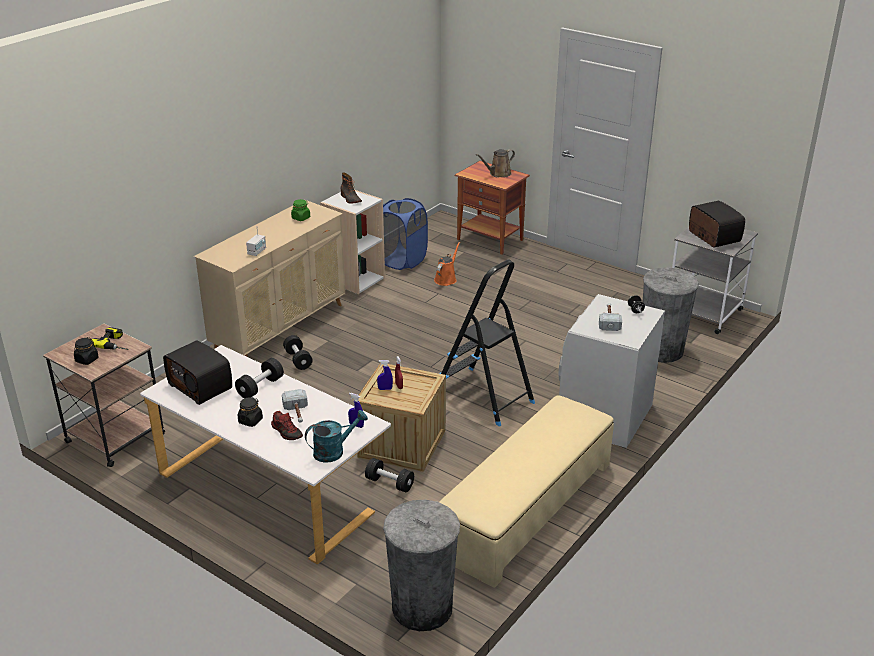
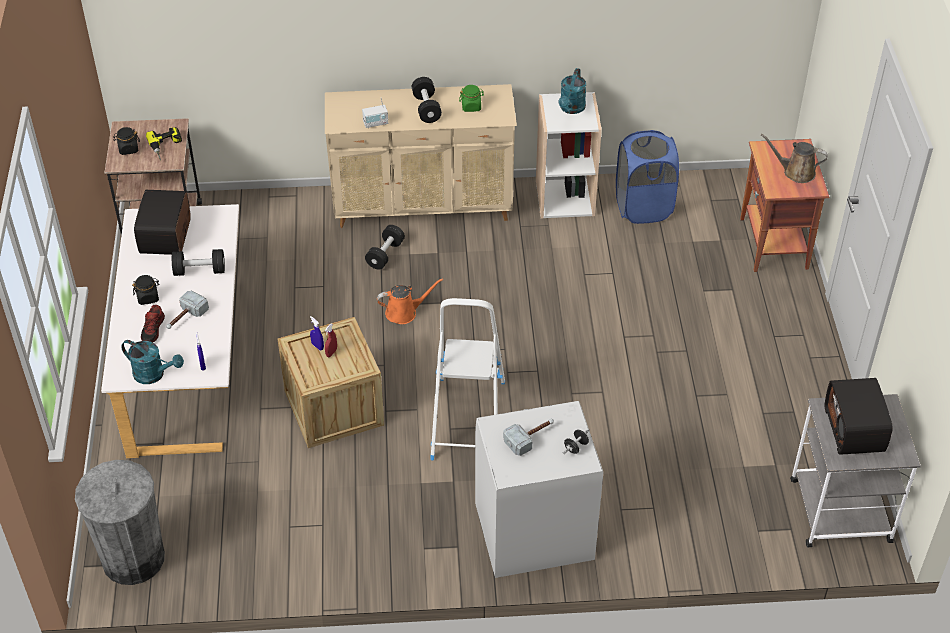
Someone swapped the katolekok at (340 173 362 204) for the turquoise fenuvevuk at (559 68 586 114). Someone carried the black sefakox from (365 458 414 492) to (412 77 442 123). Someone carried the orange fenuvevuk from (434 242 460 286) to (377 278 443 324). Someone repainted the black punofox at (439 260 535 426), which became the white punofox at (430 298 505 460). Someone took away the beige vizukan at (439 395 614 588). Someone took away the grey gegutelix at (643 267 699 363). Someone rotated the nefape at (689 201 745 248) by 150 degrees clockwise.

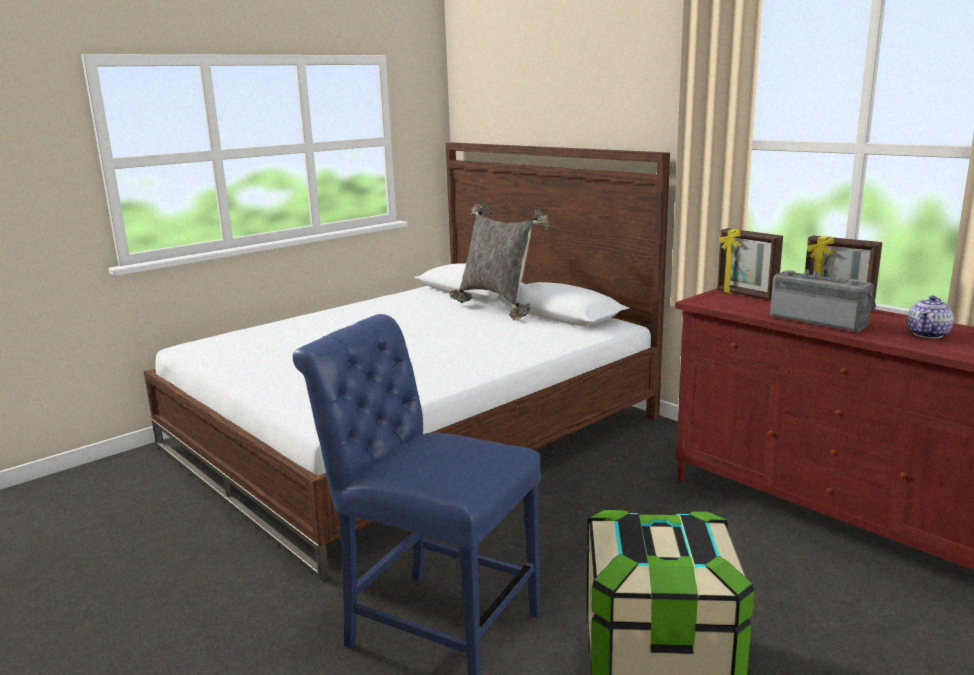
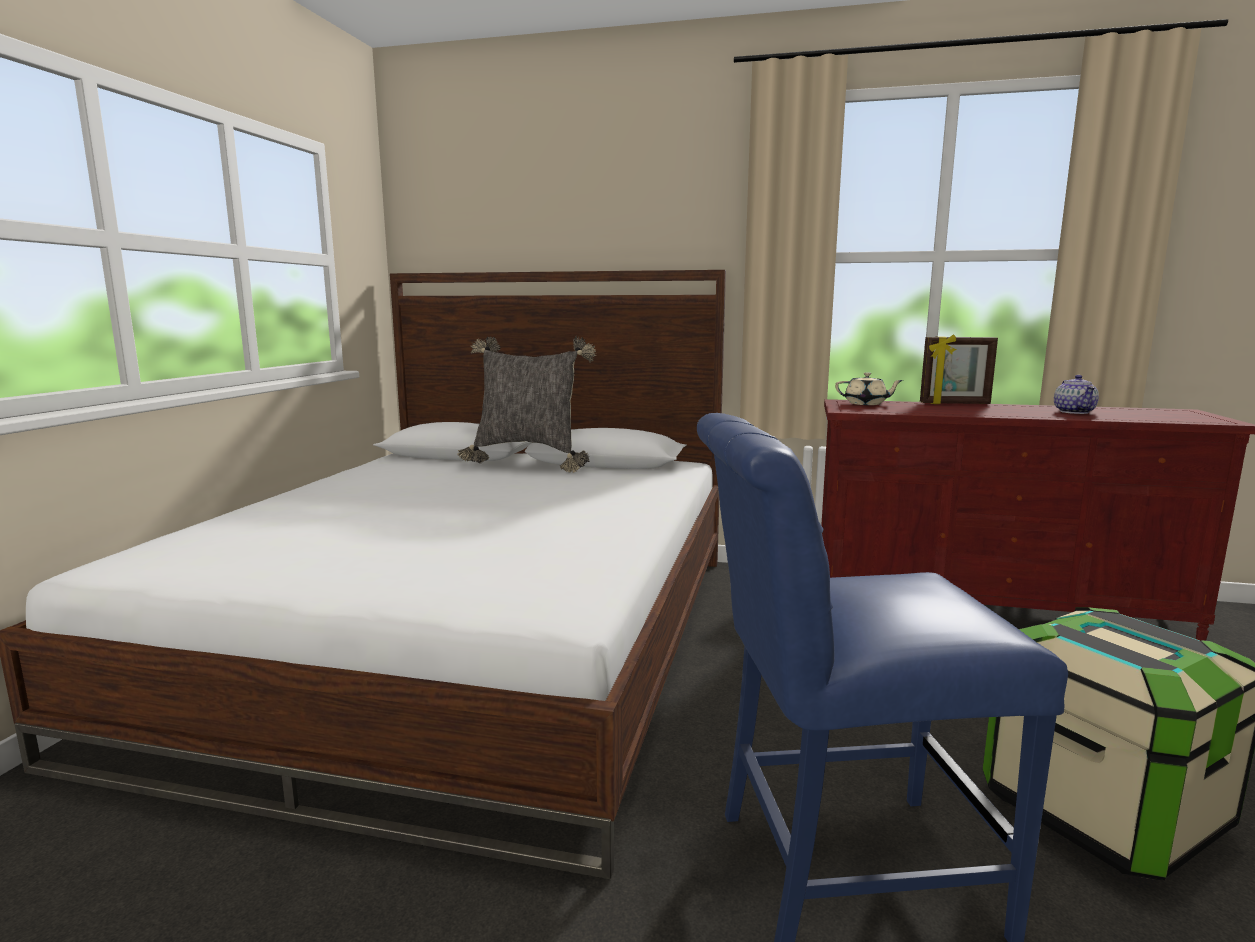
Someone swapped the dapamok at (717 228 783 301) for the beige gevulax at (835 372 903 405). Someone took away the nefape at (770 269 876 332).

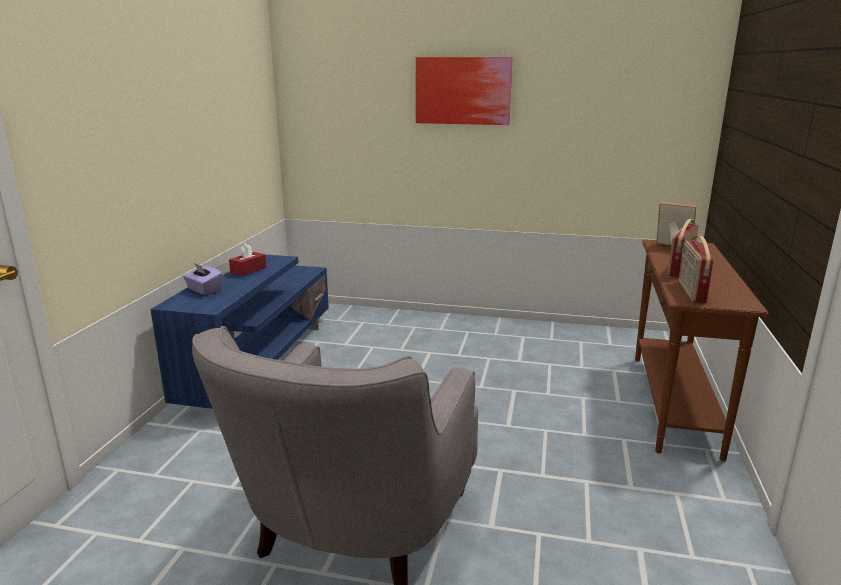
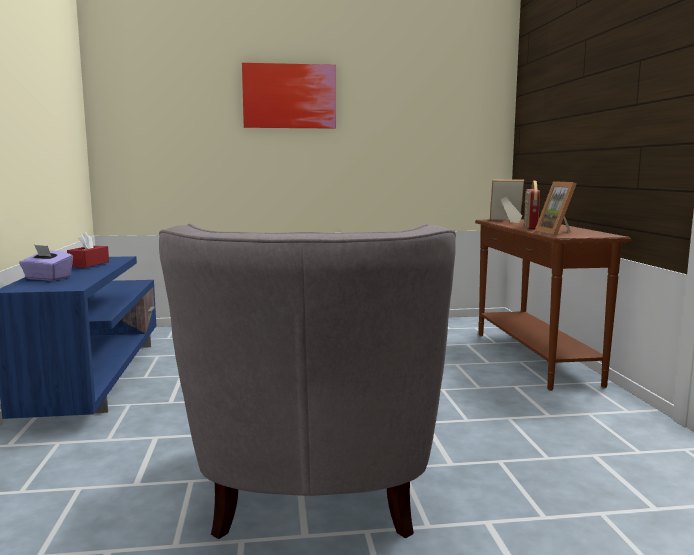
Someone swapped the nefape at (678 236 714 303) for the dapamok at (535 181 577 236).

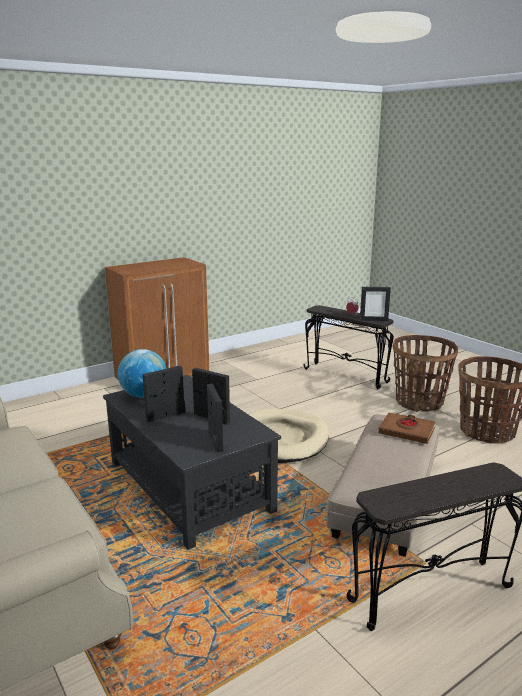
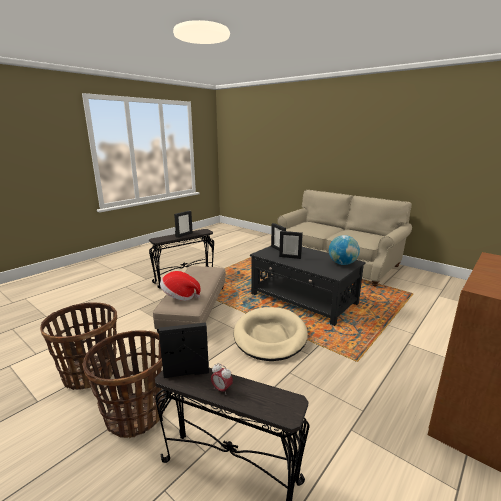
Someone carried the dapamok from (143 366 185 422) to (174 211 193 238). Someone swapped the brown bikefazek at (378 413 436 444) for the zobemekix at (160 271 201 301).

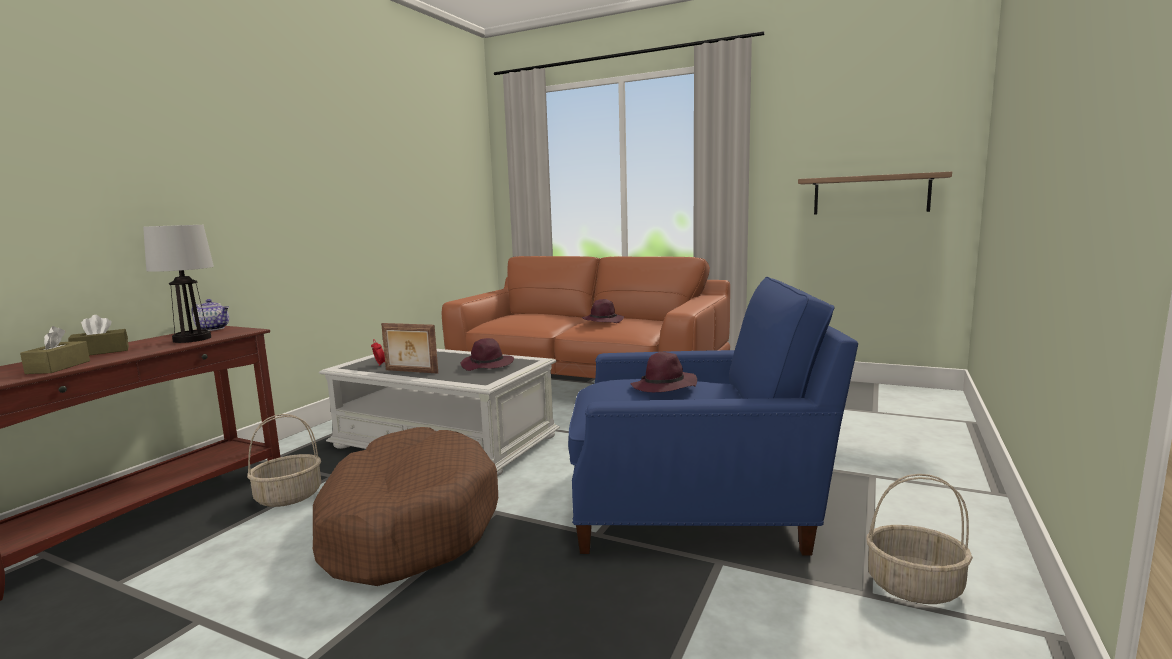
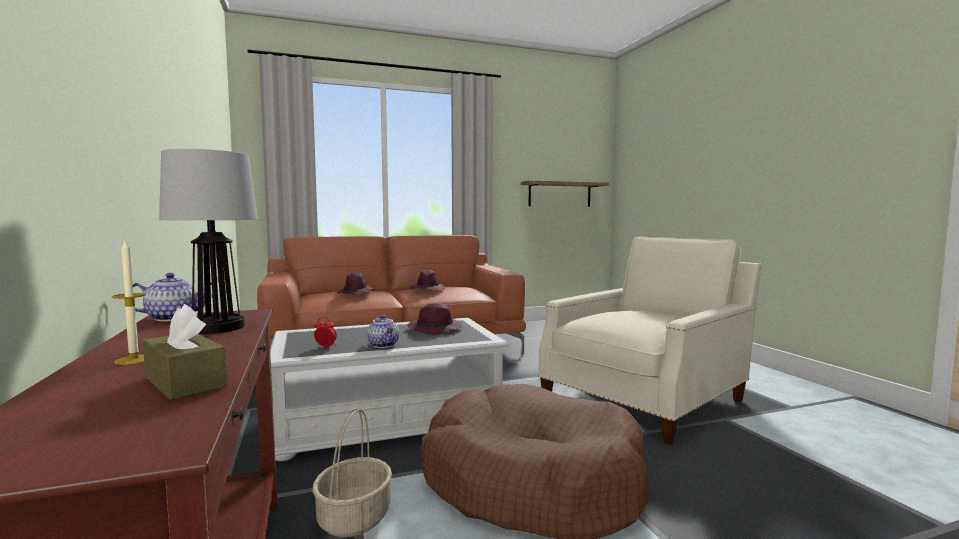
Someone swapped the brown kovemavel at (68 315 129 355) for the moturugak at (112 241 146 365). Someone swapped the dapamok at (381 323 438 374) for the gevulax at (367 315 399 348). Someone repainted the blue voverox at (568 277 858 556), which became the beige voverox at (538 236 762 445). Someone carried the purple zobemekix from (630 352 697 392) to (337 273 375 294). Someone took away the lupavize at (866 474 973 604).

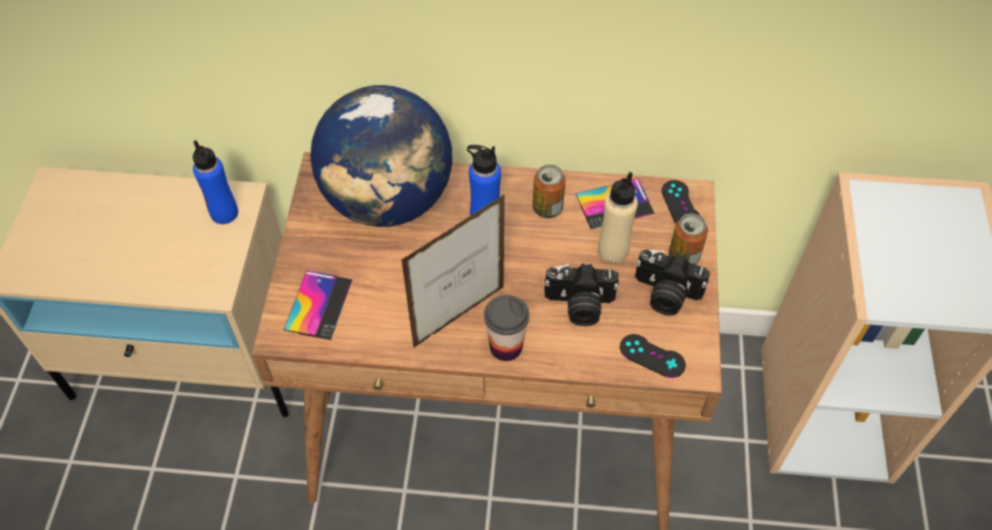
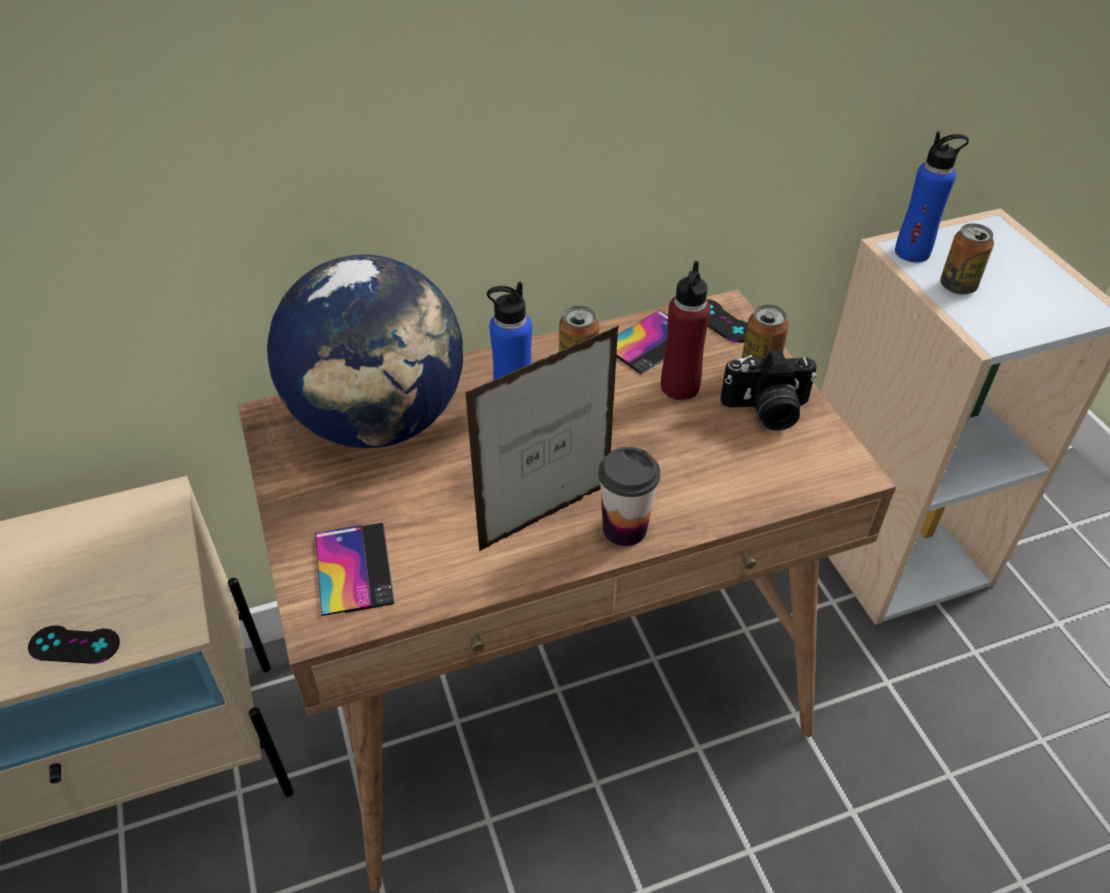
Someone carried the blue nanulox from (193 140 238 224) to (895 131 969 262). Someone rotated the dapamok at (401 194 505 348) by 150 degrees counterclockwise. Someone took away the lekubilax at (544 263 619 326). Someone repainted the beige nanulox at (598 172 638 263), which became the red nanulox at (661 261 711 400). Someone carried the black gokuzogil from (620 334 686 378) to (28 625 120 664). Someone put down the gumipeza at (940 223 994 295).

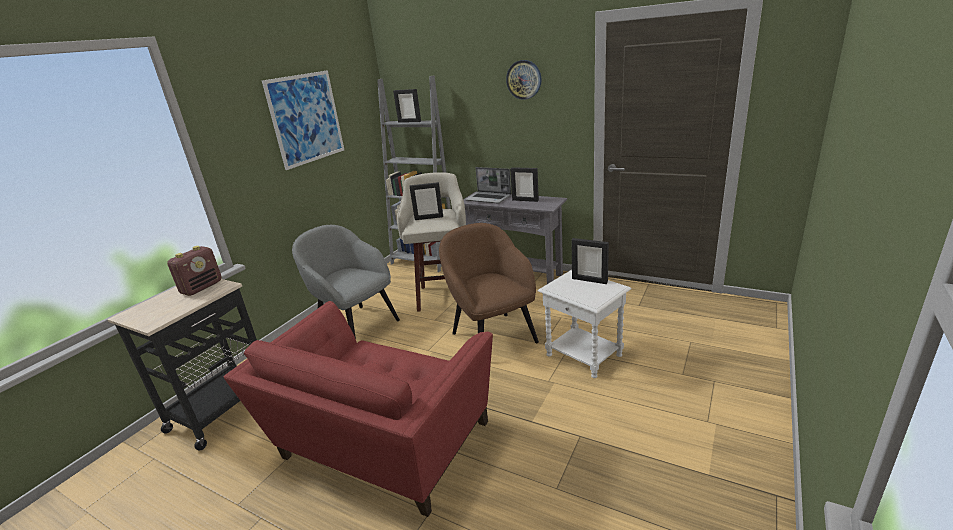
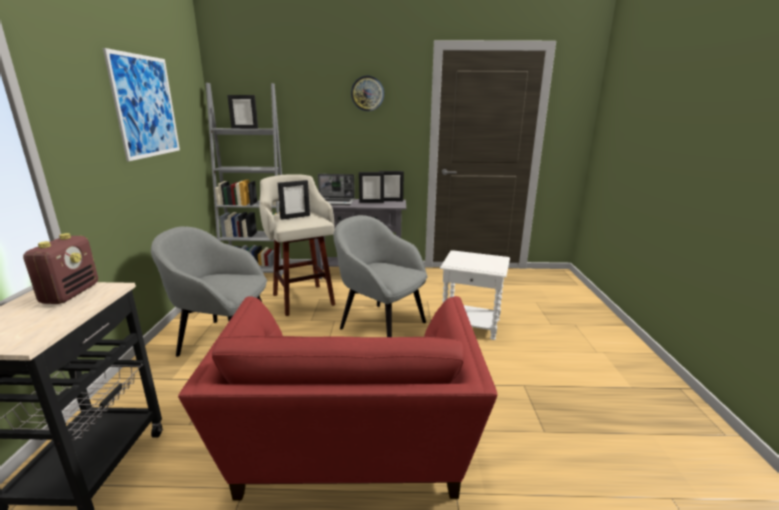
Someone repainted the brown voverox at (439 223 539 343), which became the grey voverox at (333 215 427 337). Someone carried the dapamok from (572 238 609 284) to (379 171 404 201).

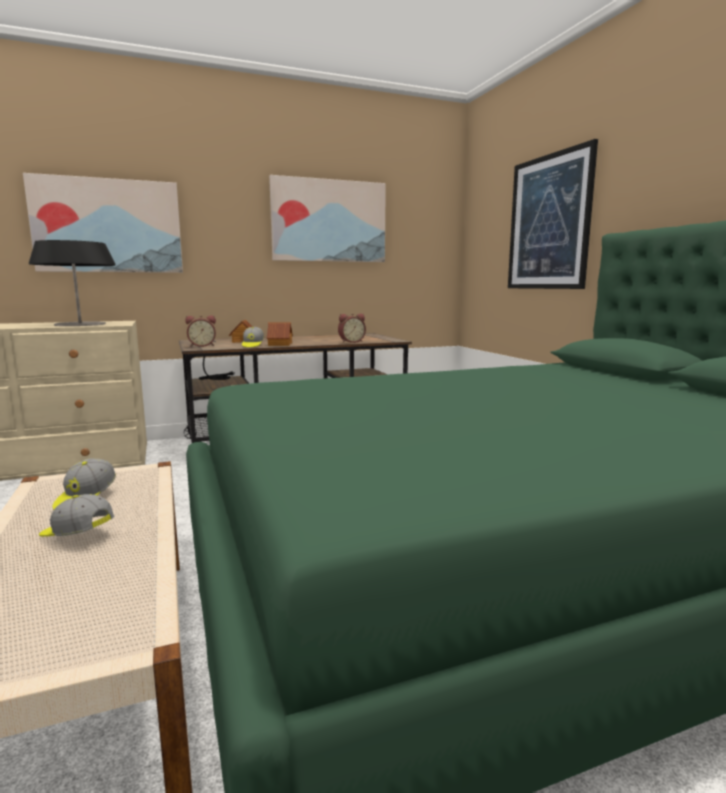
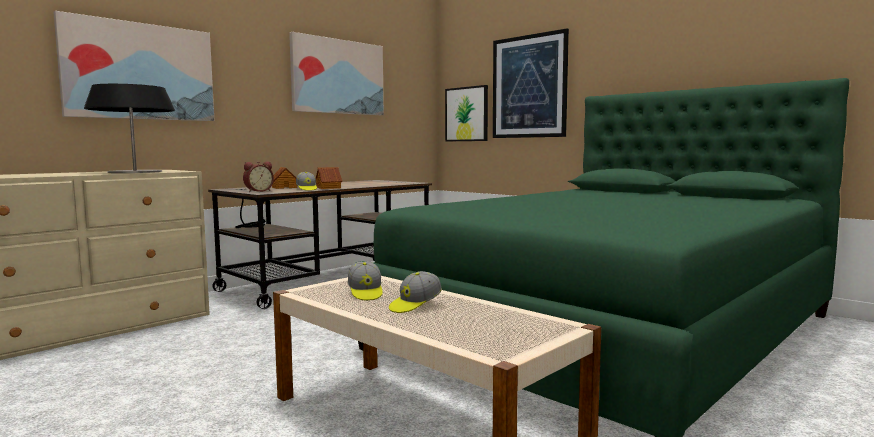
Someone rotated the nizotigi at (39 494 114 537) by 45 degrees counterclockwise. Someone took away the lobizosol at (338 313 366 343). Someone put up the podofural at (445 85 488 141).

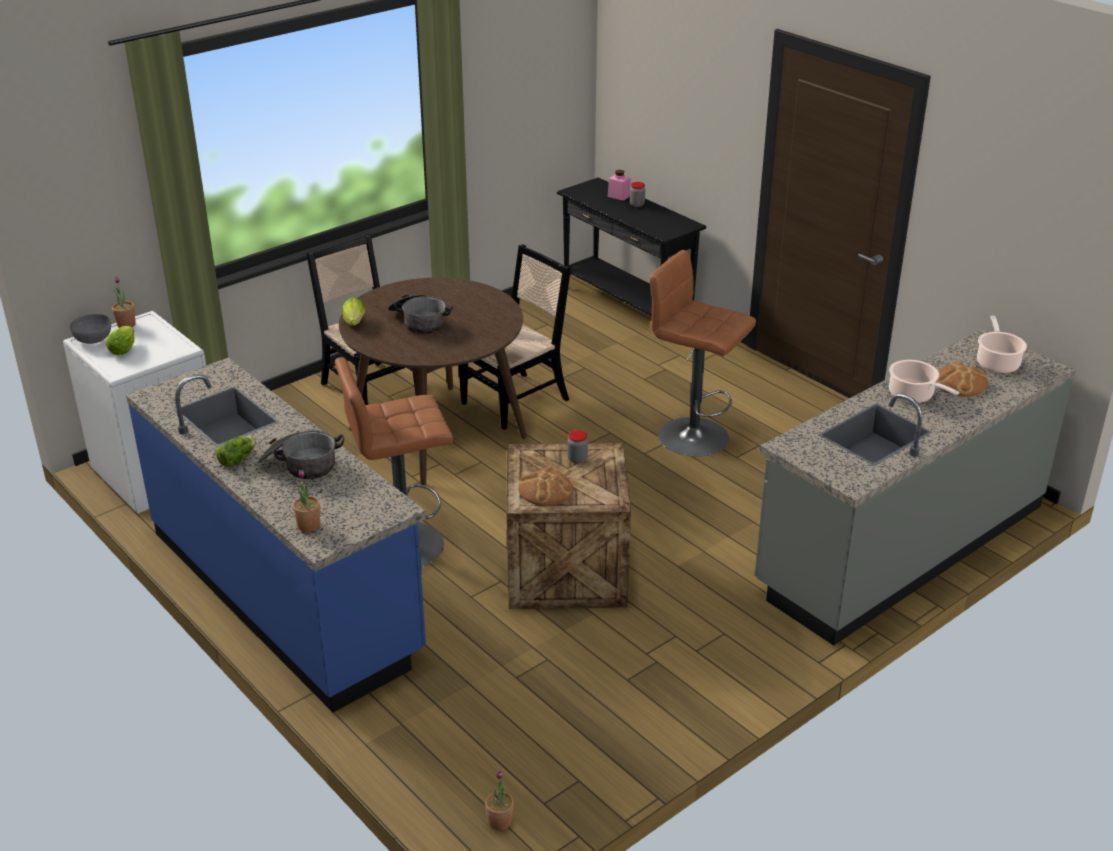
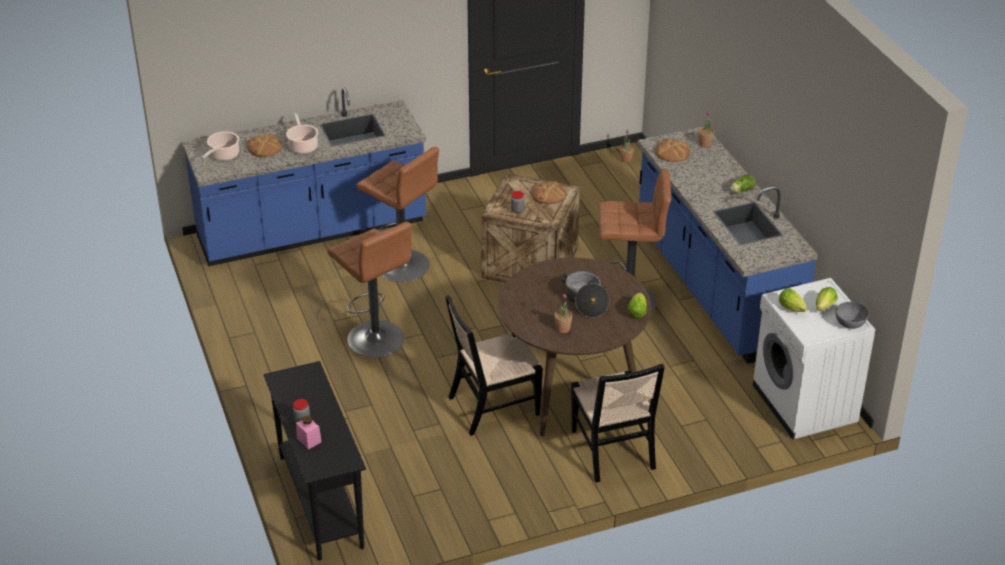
Someone carried the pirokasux from (112 277 136 328) to (555 294 572 333). Someone took away the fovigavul at (258 431 344 479). Someone repainted the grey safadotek at (755 329 1076 646), which became the blue safadotek at (182 88 426 266). Someone put down the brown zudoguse at (356 147 439 282). Someone put down the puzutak at (656 138 690 162). Someone put down the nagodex at (779 289 807 312).

